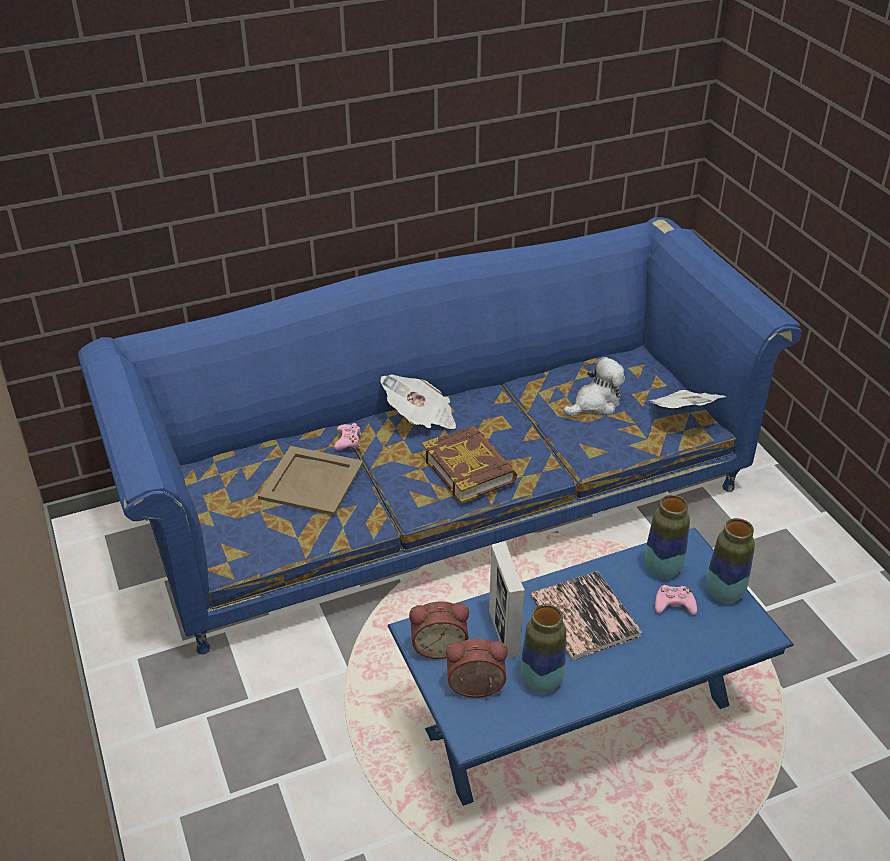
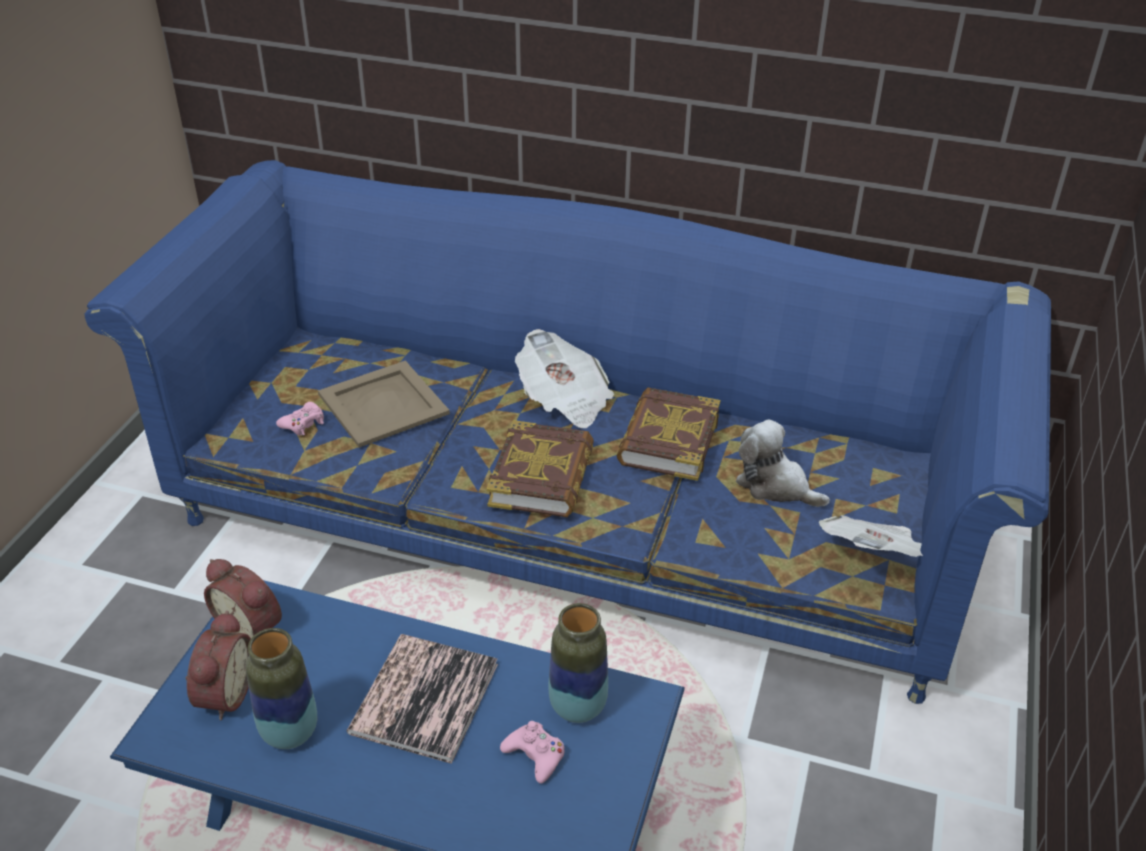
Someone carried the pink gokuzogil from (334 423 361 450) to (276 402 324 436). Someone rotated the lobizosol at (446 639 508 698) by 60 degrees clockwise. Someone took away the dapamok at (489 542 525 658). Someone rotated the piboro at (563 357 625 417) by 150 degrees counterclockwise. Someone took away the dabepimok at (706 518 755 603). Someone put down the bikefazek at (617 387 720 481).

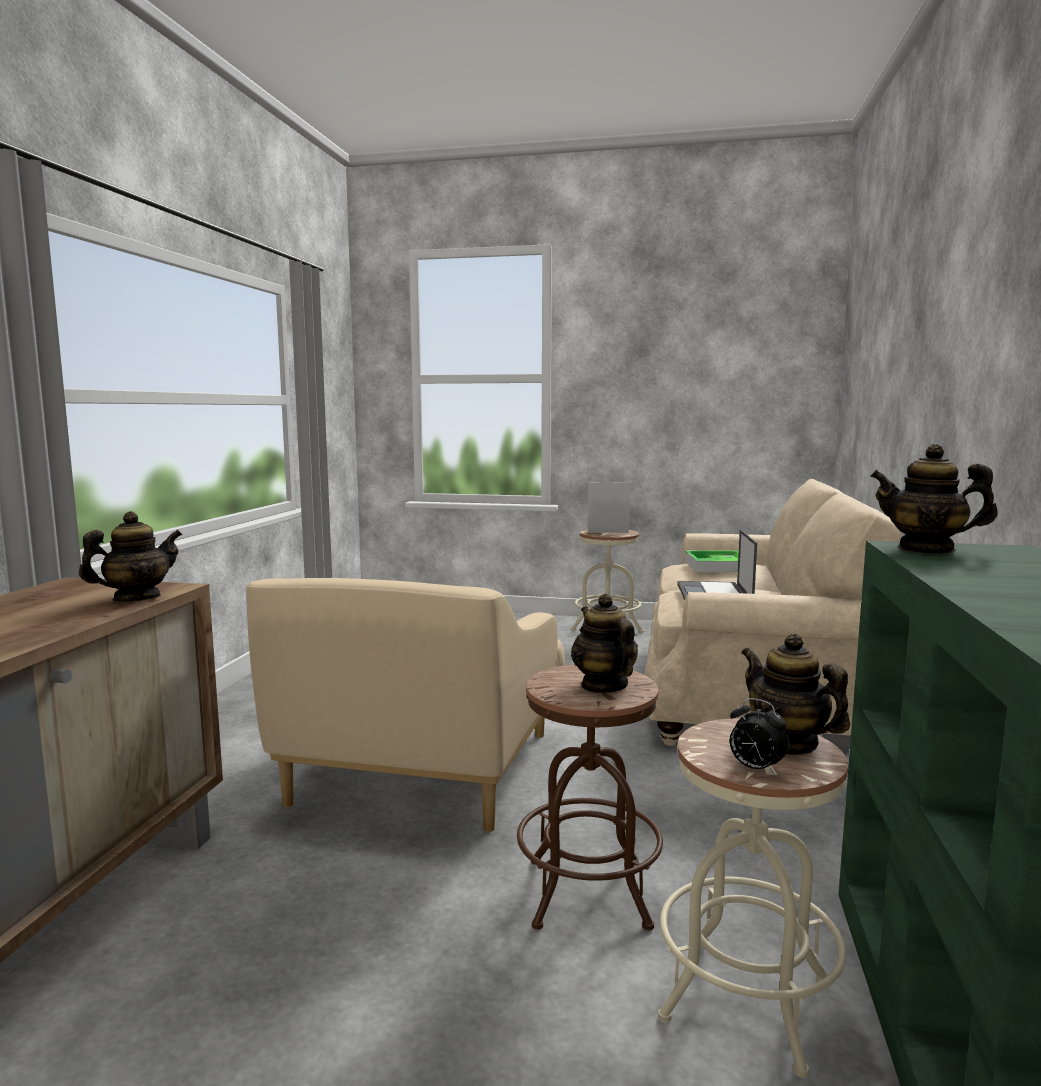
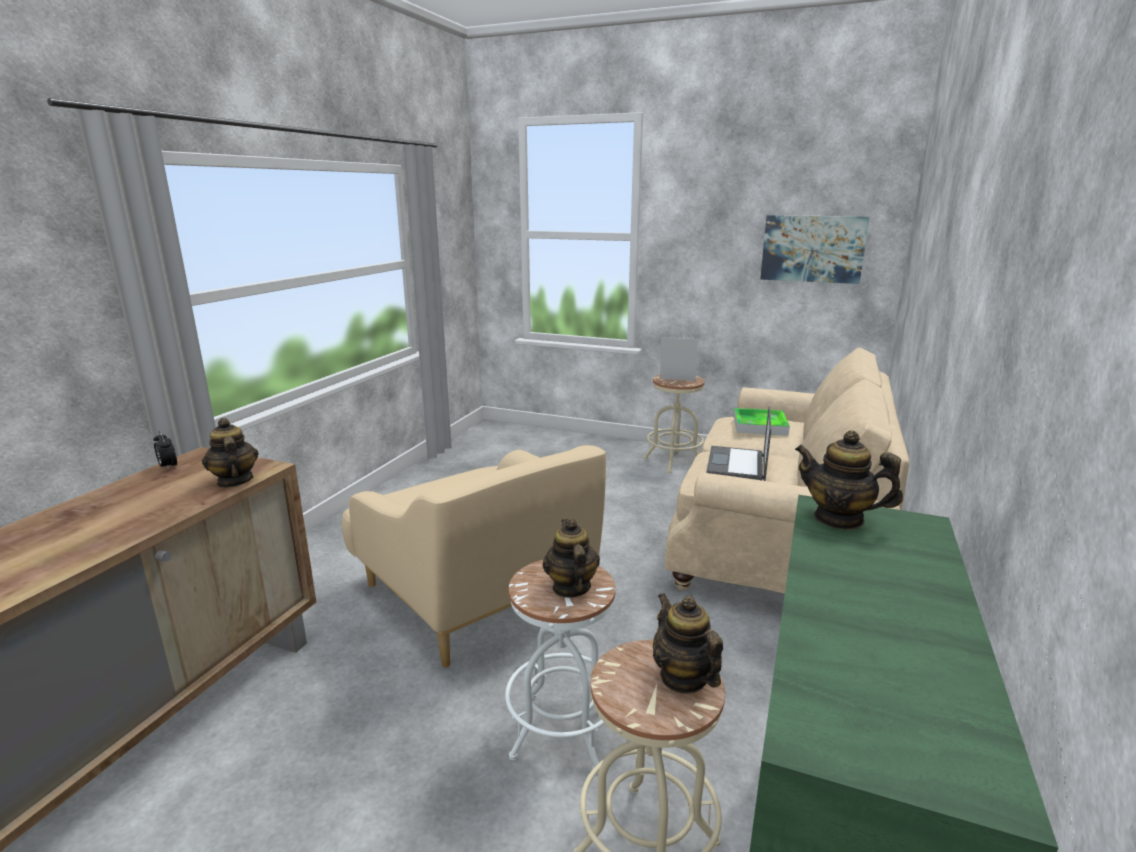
Someone rotated the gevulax at (79 511 182 602) by 90 degrees counterclockwise. Someone rotated the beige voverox at (246 578 565 832) by 60 degrees counterclockwise. Someone repainted the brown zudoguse at (517 665 663 930), which became the white zudoguse at (505 560 616 773). Someone carried the lobizosol from (730 698 789 775) to (153 431 177 471). Someone put up the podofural at (760 215 870 284).

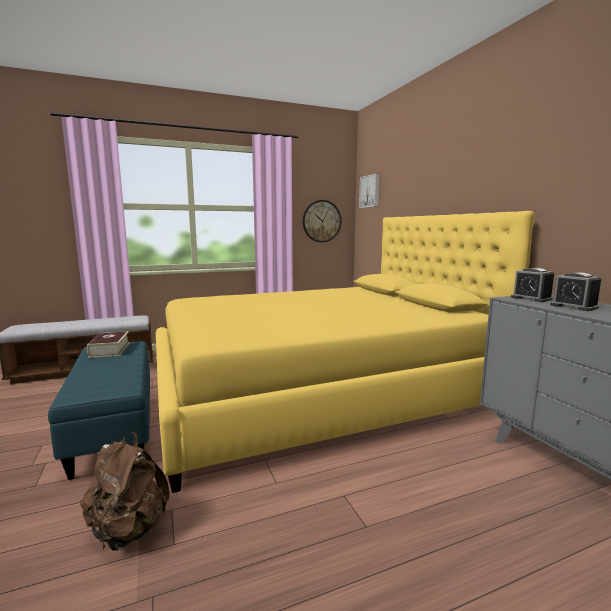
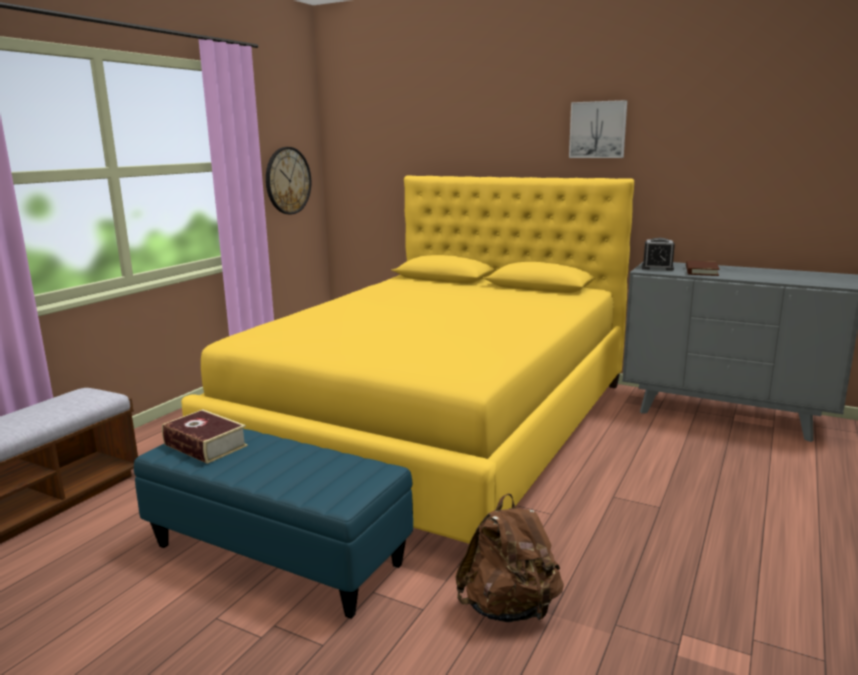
Someone carried the podofural from (359 174 379 208) to (569 100 627 158). Someone swapped the lobizosol at (551 272 601 311) for the brown bikefazek at (686 261 720 276).

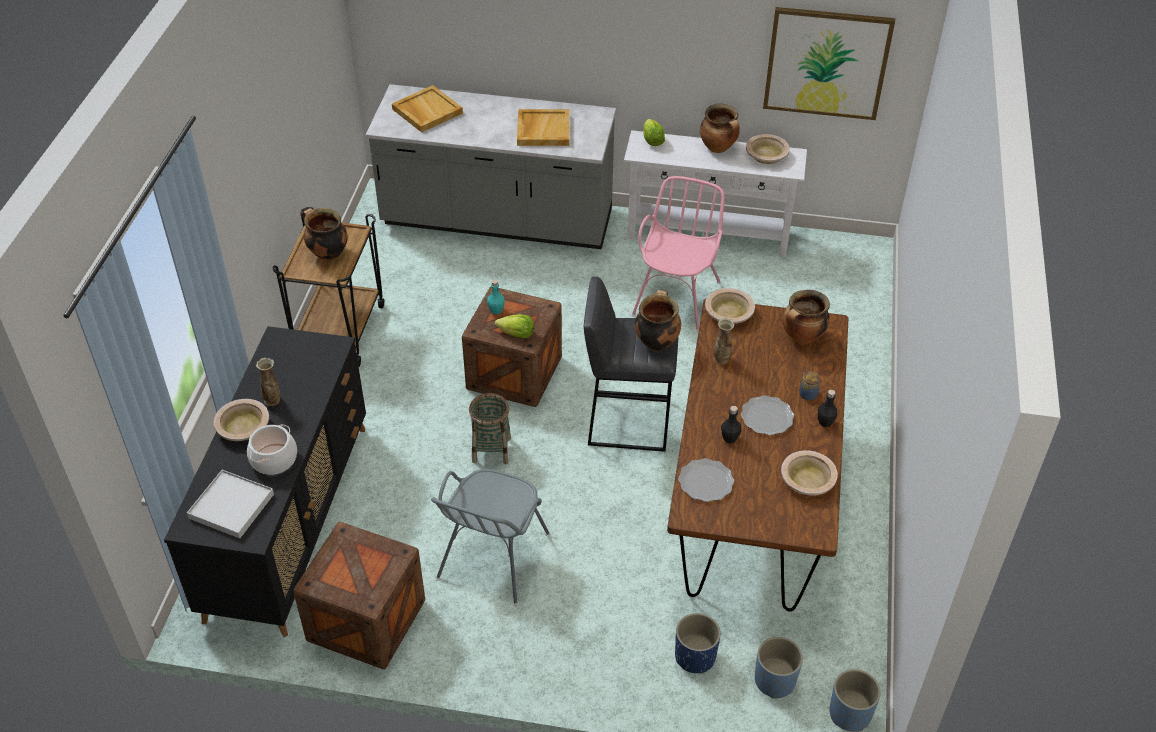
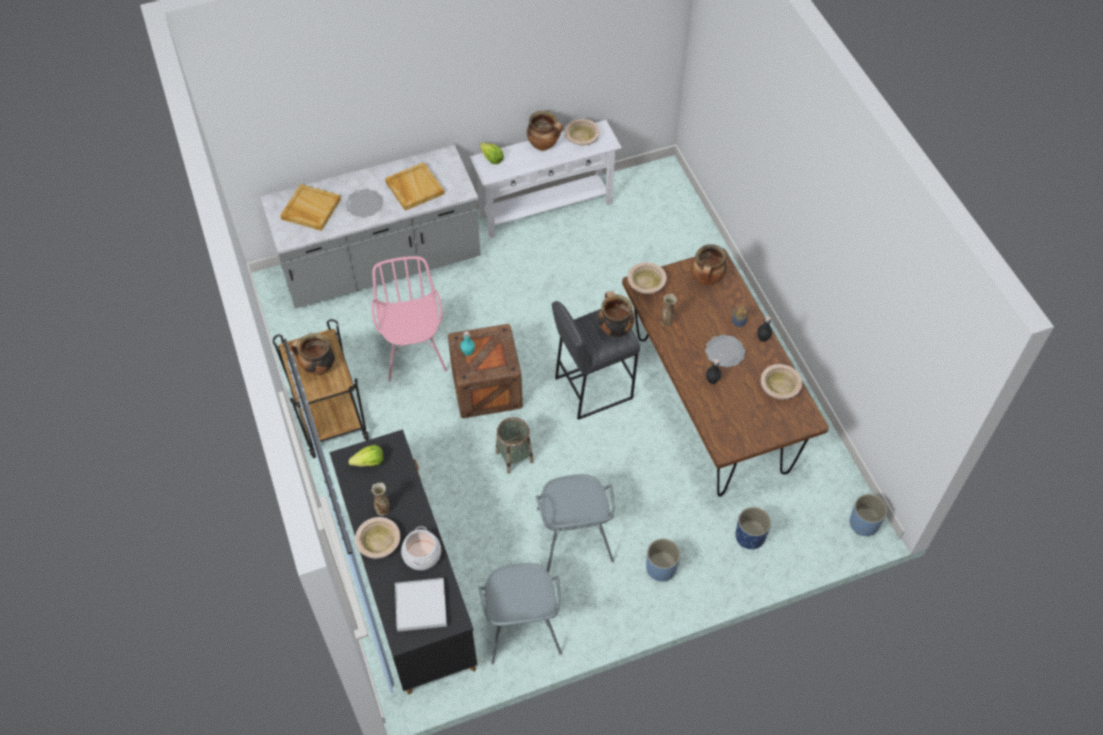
Someone swapped the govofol at (293 522 425 669) for the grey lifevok at (479 563 563 666). Someone carried the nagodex from (495 314 534 339) to (348 445 384 467). Someone carried the pink lifevok from (631 176 725 332) to (371 256 448 382). Someone carried the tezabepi from (678 458 734 502) to (346 189 383 217). Someone carried the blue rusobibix from (755 637 803 699) to (646 539 680 581). Someone took away the podofural at (763 7 895 120).

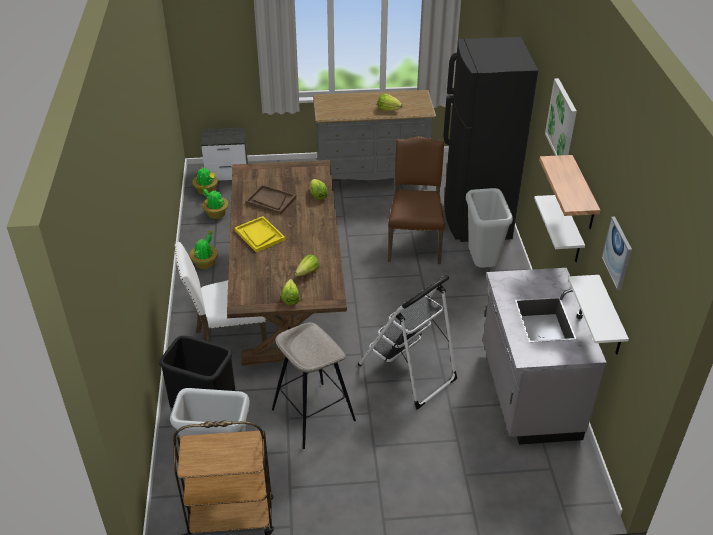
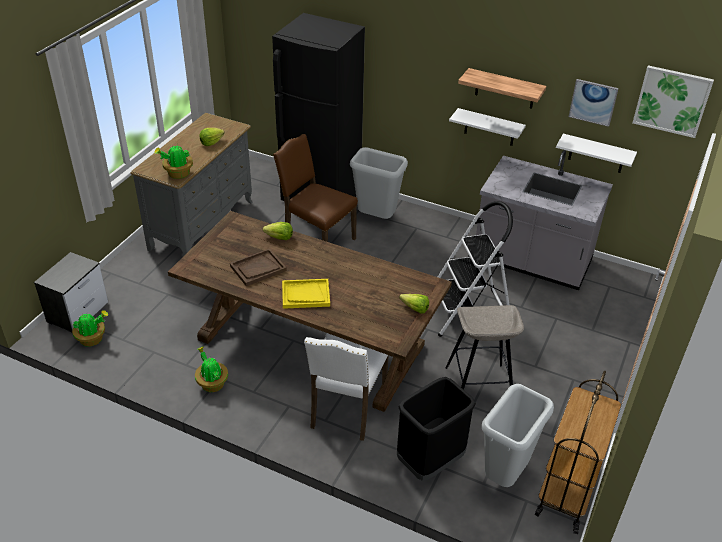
Someone carried the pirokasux from (200 185 229 219) to (154 146 193 179). Someone took away the nagodex at (295 255 319 277). Someone carried the podofural from (545 78 577 156) to (633 65 714 138).

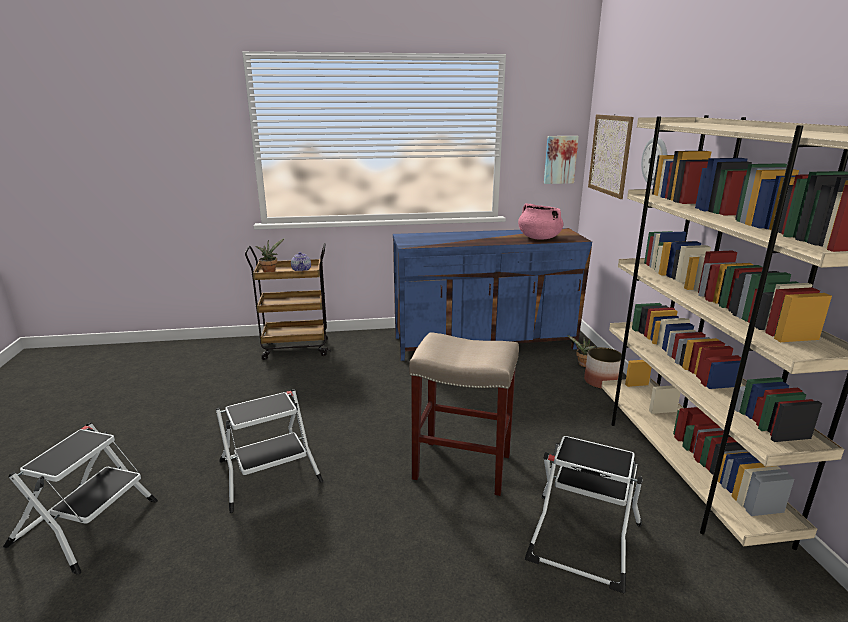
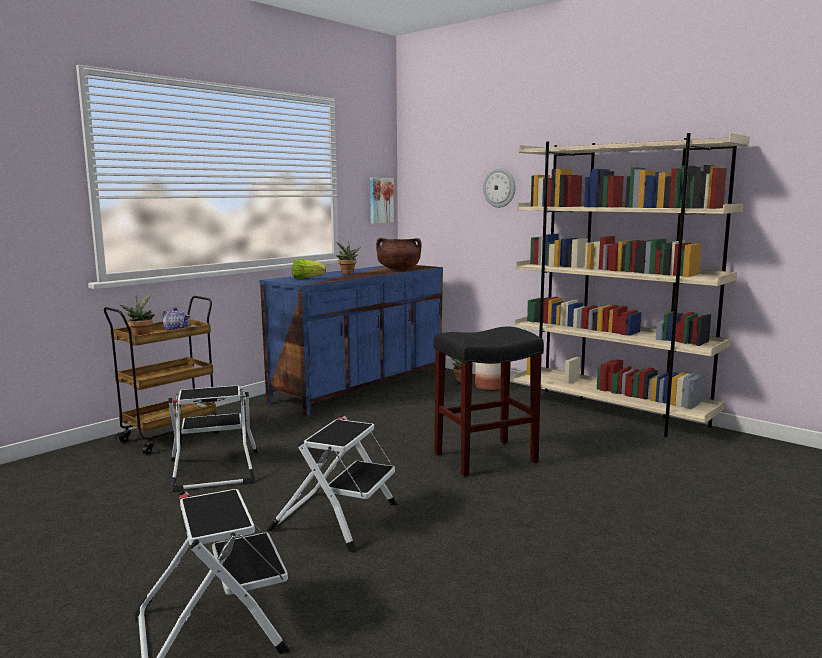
Someone repainted the beige zudoguse at (409 332 519 496), which became the black zudoguse at (433 327 544 477). Someone repainted the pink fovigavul at (518 203 563 240), which became the brown fovigavul at (376 238 422 270). Someone carried the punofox from (525 436 642 594) to (169 385 257 493). Someone took away the podofural at (588 114 634 199). Someone put down the nagodex at (292 259 327 279). Someone put down the pirokasux at (336 241 361 275).

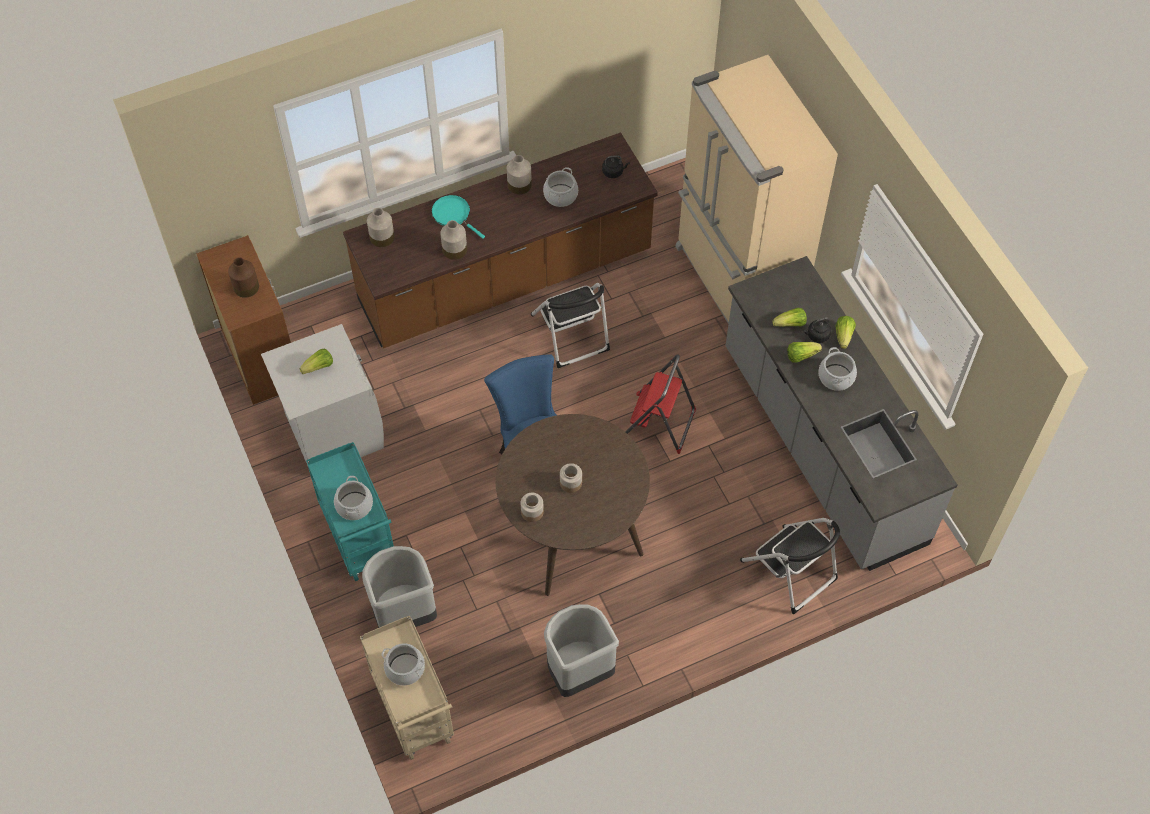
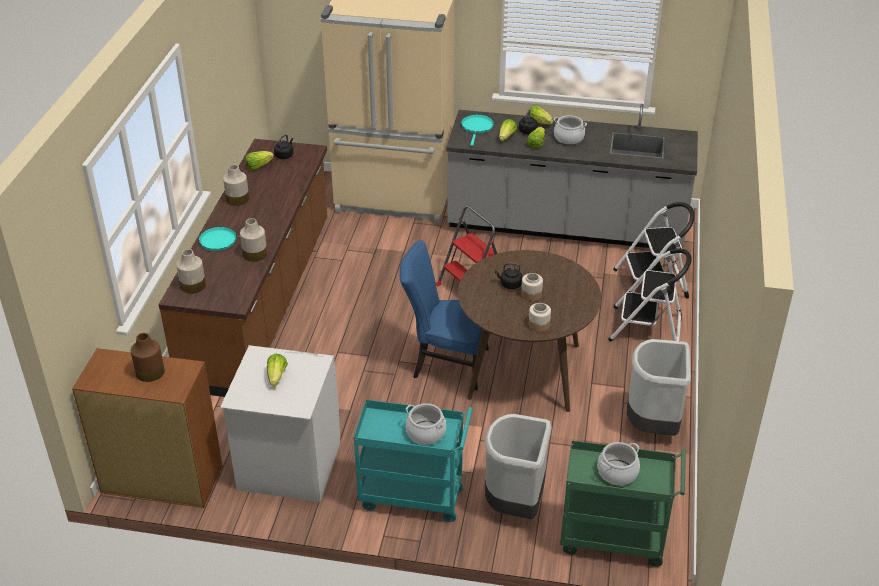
Someone repainted the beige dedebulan at (360 616 454 760), which became the green dedebulan at (560 441 686 567). Someone carried the punofox from (531 283 610 368) to (608 249 692 341). Someone took away the fovigavul at (543 167 578 207). Someone put down the nagodex at (245 151 274 171). Someone put down the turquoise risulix at (461 114 494 146). Someone put down the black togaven at (495 263 523 289).

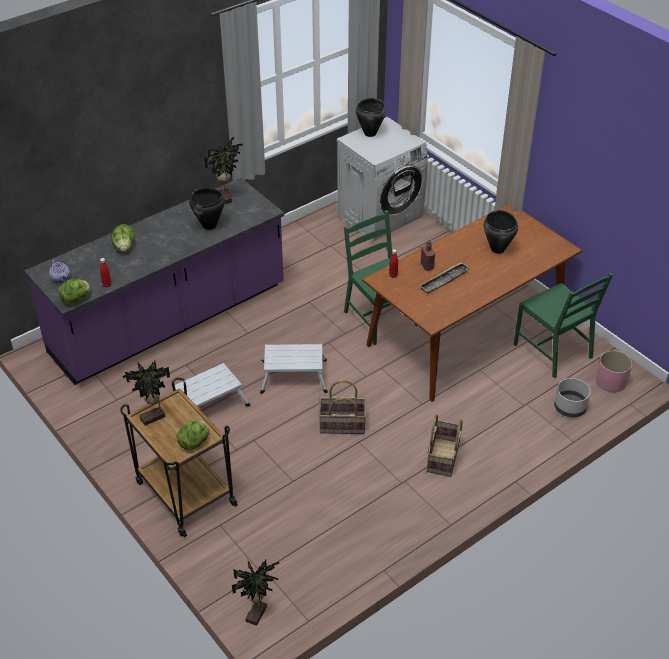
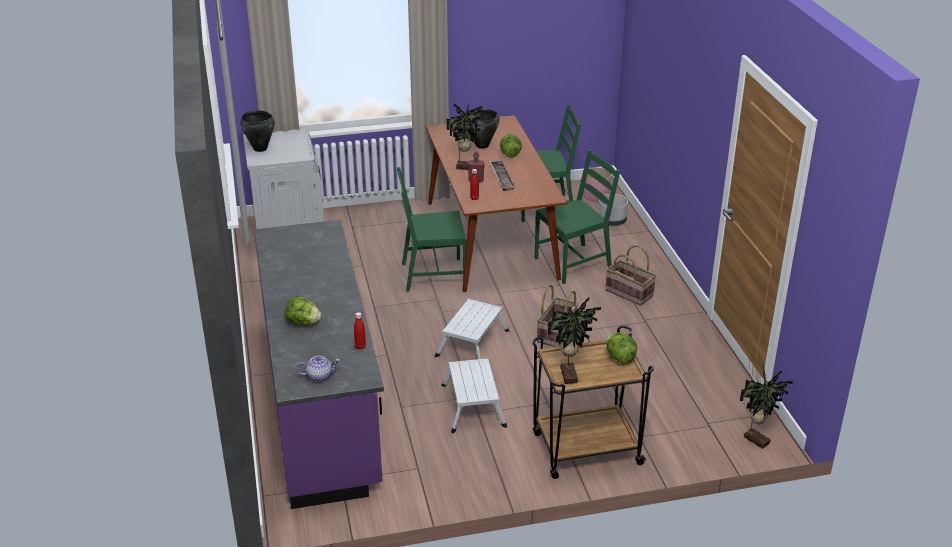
Someone carried the nagodex from (58 279 90 304) to (500 134 522 158). Someone took away the black fovigavul at (189 188 225 230). Someone carried the pirokasux from (205 137 243 204) to (447 104 486 170). Someone put down the green lifevok at (535 149 620 284).

